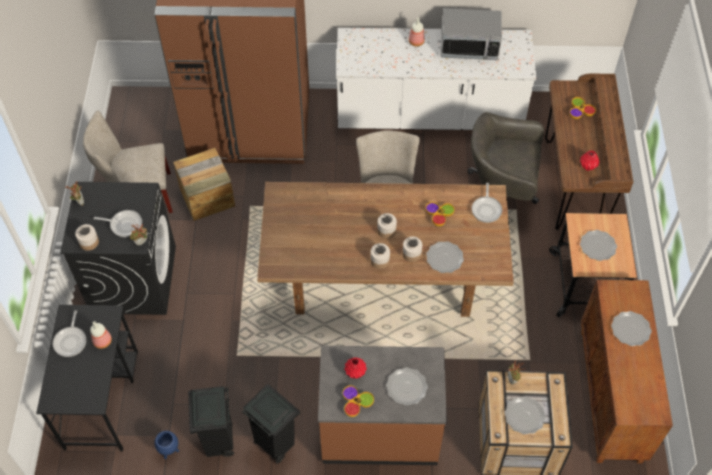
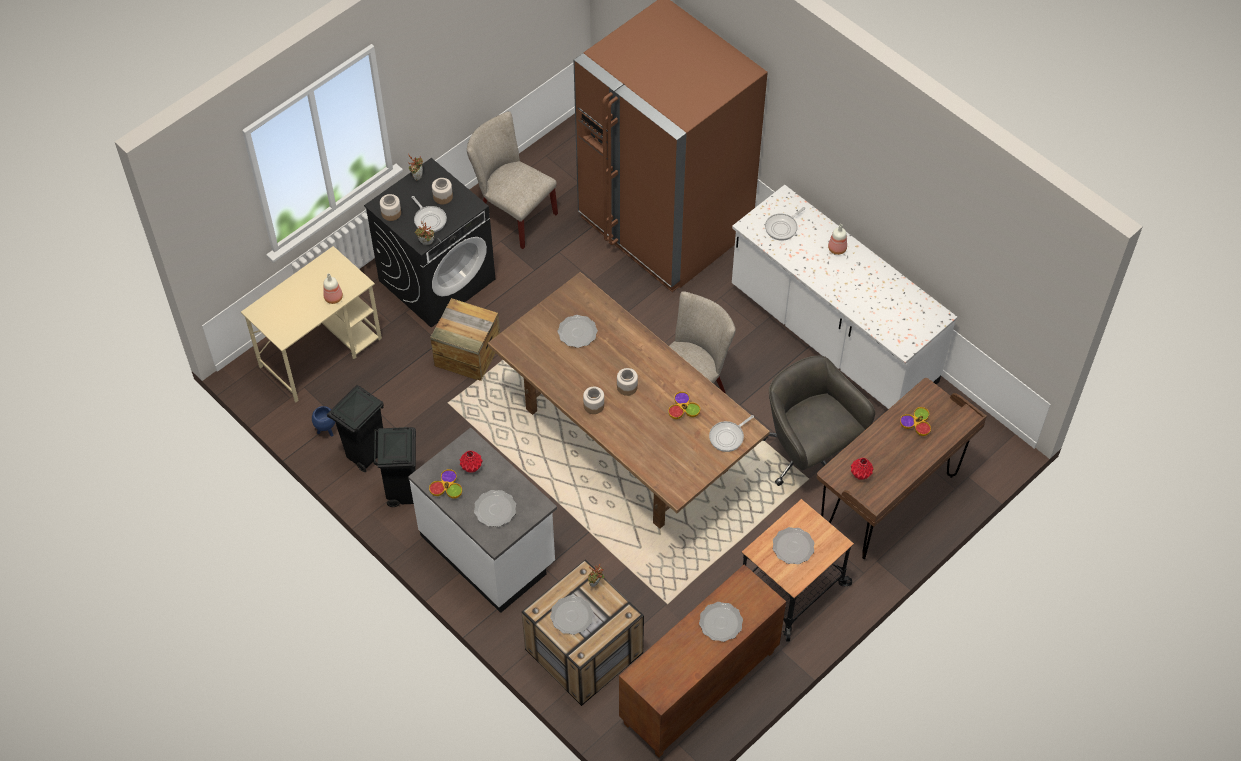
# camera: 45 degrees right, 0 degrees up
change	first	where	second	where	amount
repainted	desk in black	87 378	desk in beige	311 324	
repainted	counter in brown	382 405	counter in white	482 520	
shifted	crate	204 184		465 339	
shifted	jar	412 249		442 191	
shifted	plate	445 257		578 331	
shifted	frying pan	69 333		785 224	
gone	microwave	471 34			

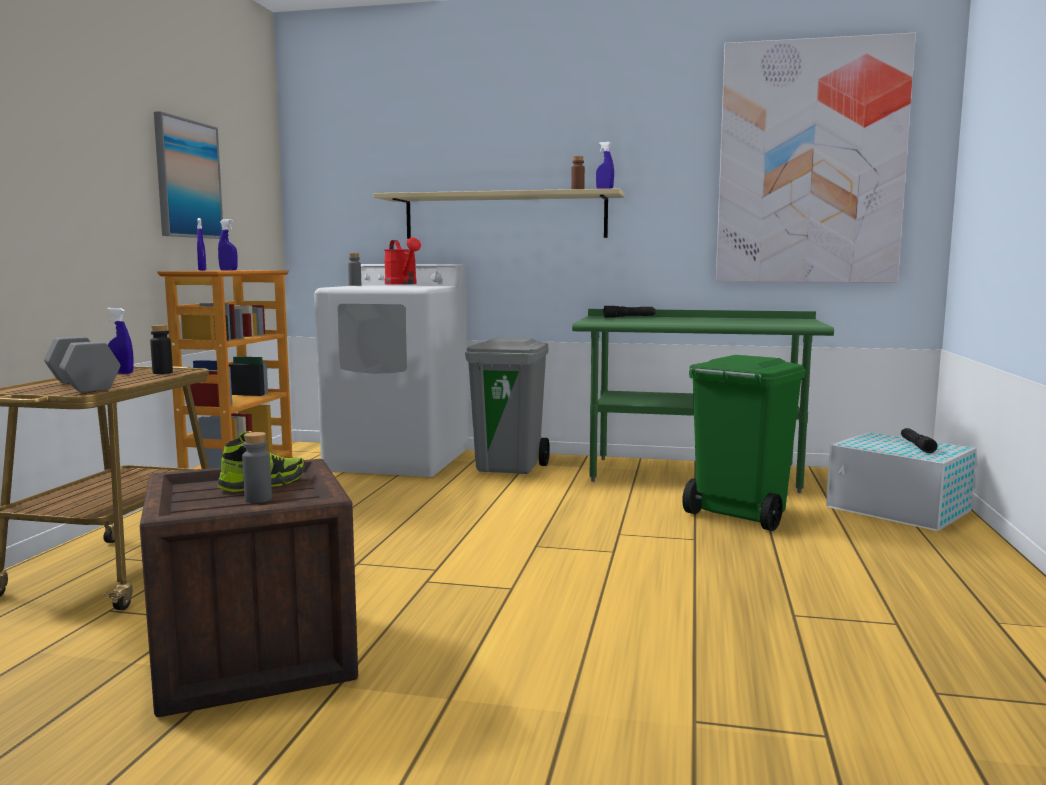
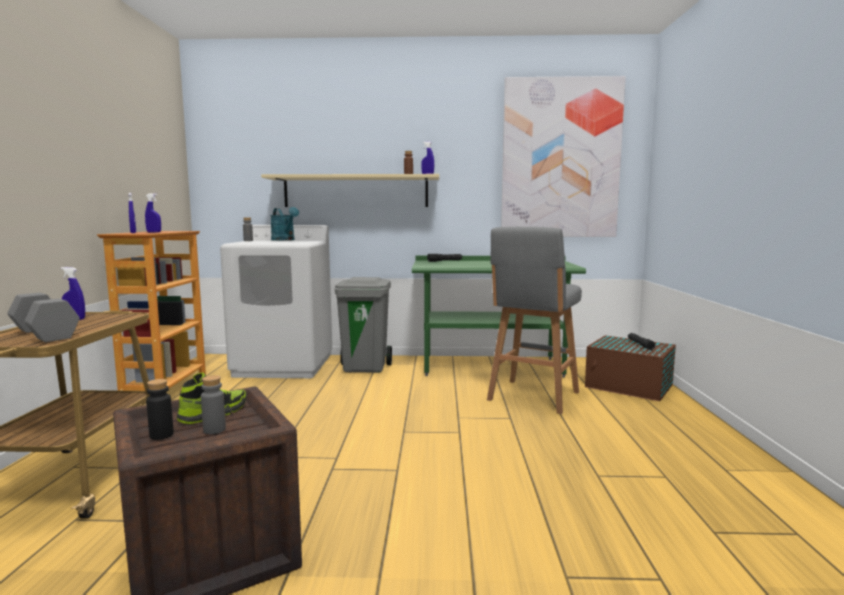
# camera: 10 degrees left, 0 degrees up
change	first	where	second	where	amount
shifted	bottle in black	161 349		160 409	
repainted	watering can in red	402 261	watering can in turquoise	284 223	
swapped	trash can in green	744 443	stool in grey	534 320	
repainted	storage box in white	901 481	storage box in brown	630 368	
gone	picture	188 175			

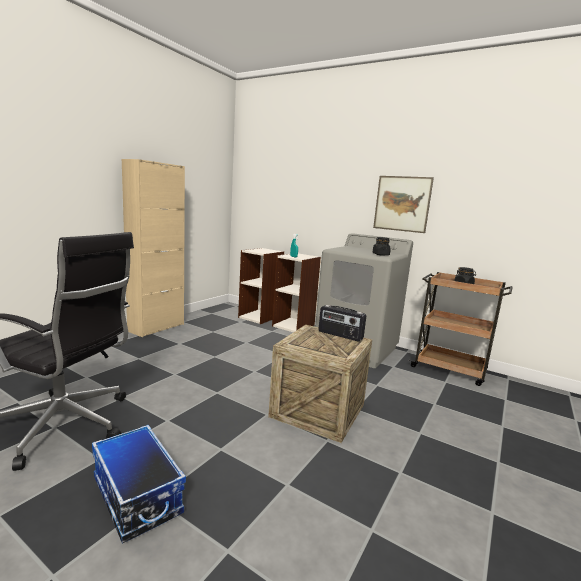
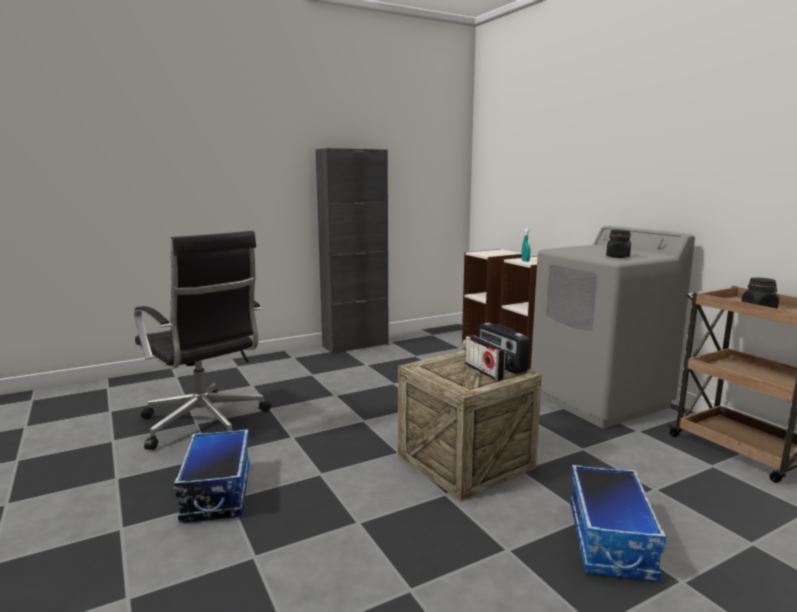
# camera: 30 degrees right, 0 degrees up
change	first	where	second	where	amount
repainted	cabinet in beige	153 248	cabinet in black	352 251	
new			radio	485 358	
new			storage box	618 523	
gone	picture	403 204			

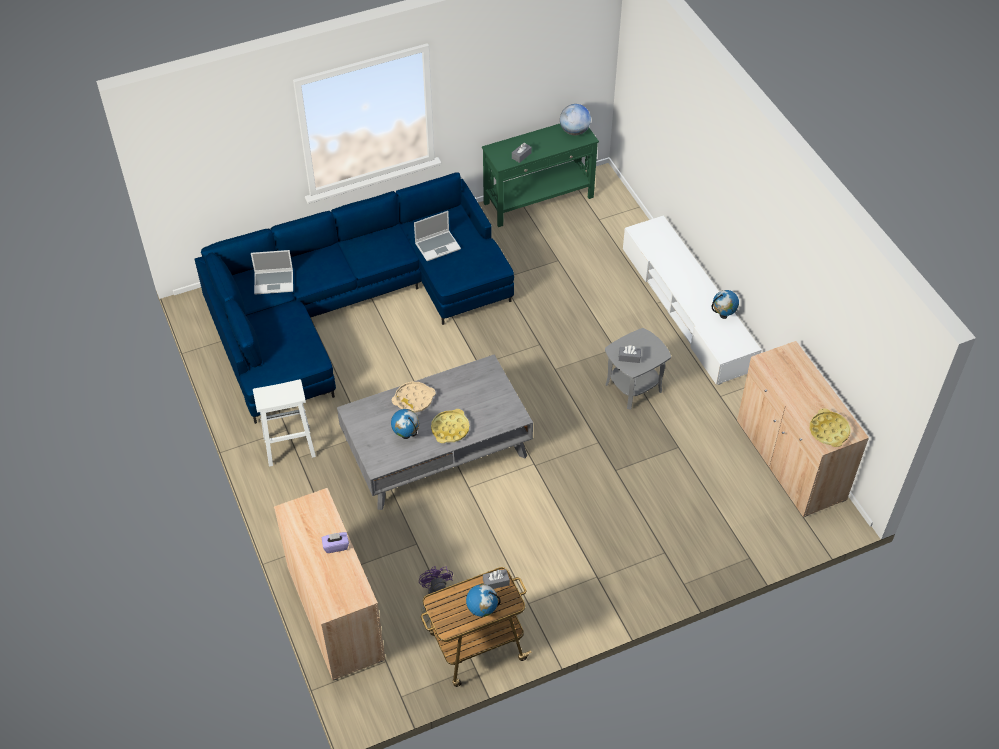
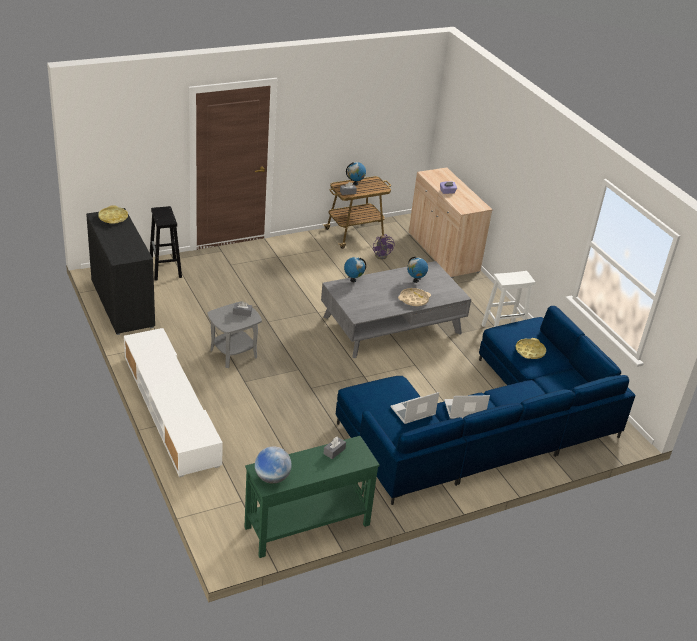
# camera: 175 degrees right, 15 degrees down
change	first	where	second	where	amount
repainted	cabinet in beige	803 429	cabinet in black	120 271	
new			stool in black	166 243	
shifted	globe	725 304		355 269	
shifted	laptop	272 272		467 407	
shifted	tray in yellow	450 426		531 348	

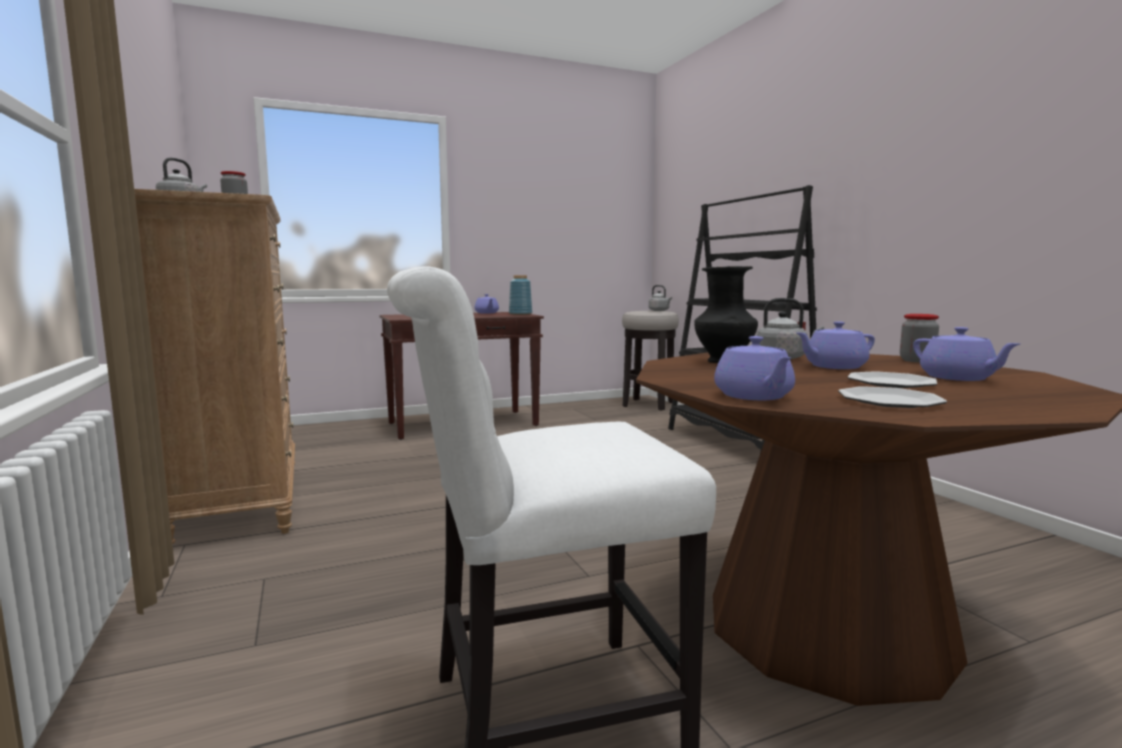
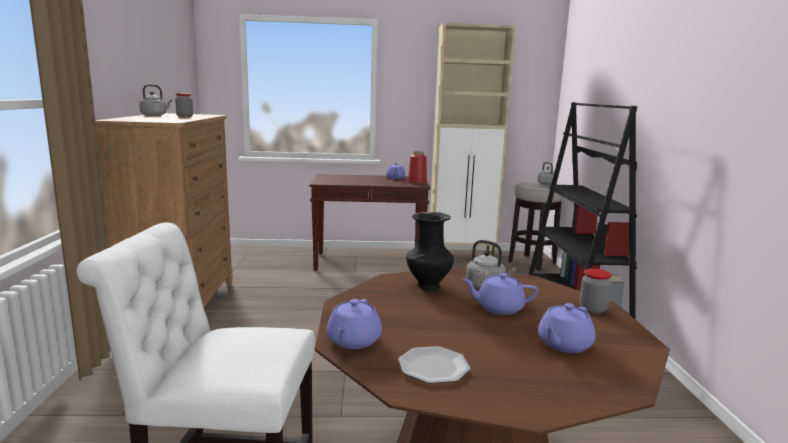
# camera: 20 degrees right, 5 degrees up
change	first	where	second	where	amount
repainted	vase in blue	520 295	vase in red	417 167	
new			cabinet in beige	473 140	
rotated	teapot in purple	966 354		567 328	45 degrees clockwise
gone	plate	892 379			

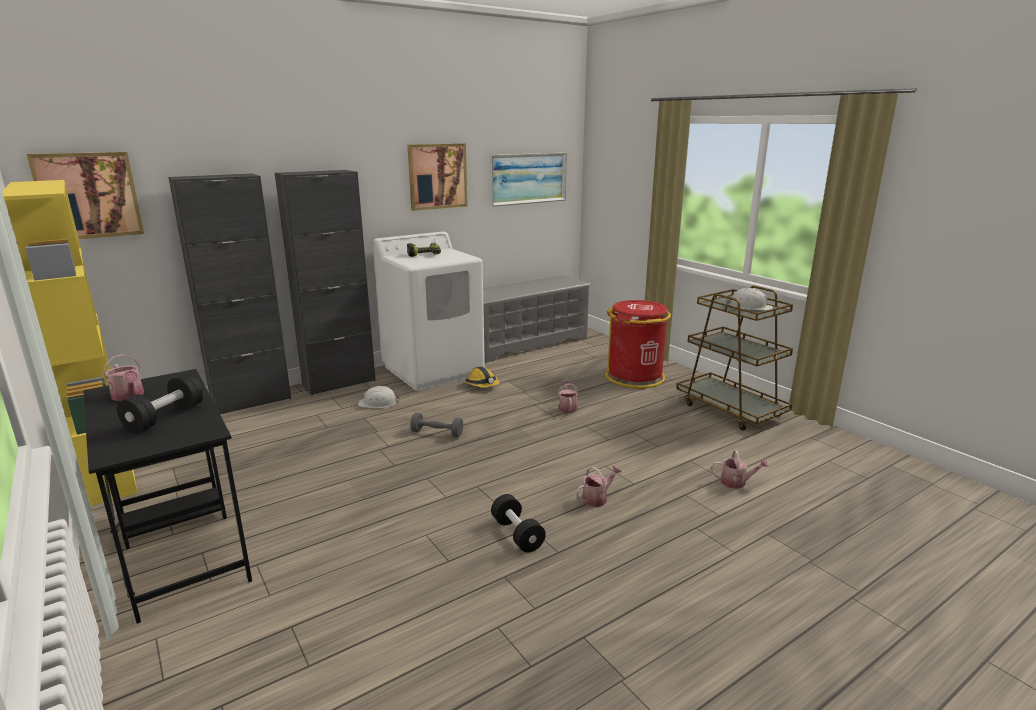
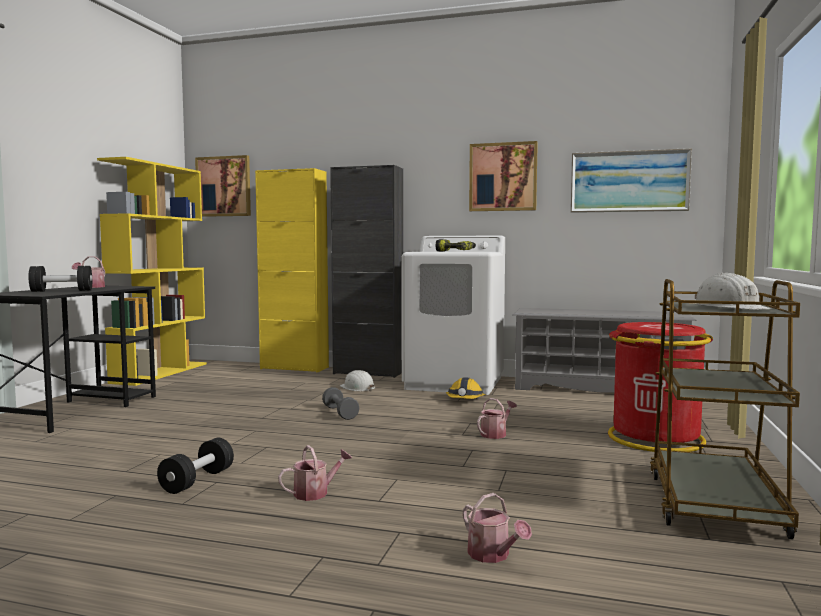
# camera: 50 degrees right, 15 degrees down
change	first	where	second	where	amount
repainted	cabinet in black	229 294	cabinet in yellow	292 270	
rotated	watering can	599 486		315 473	45 degrees counterclockwise

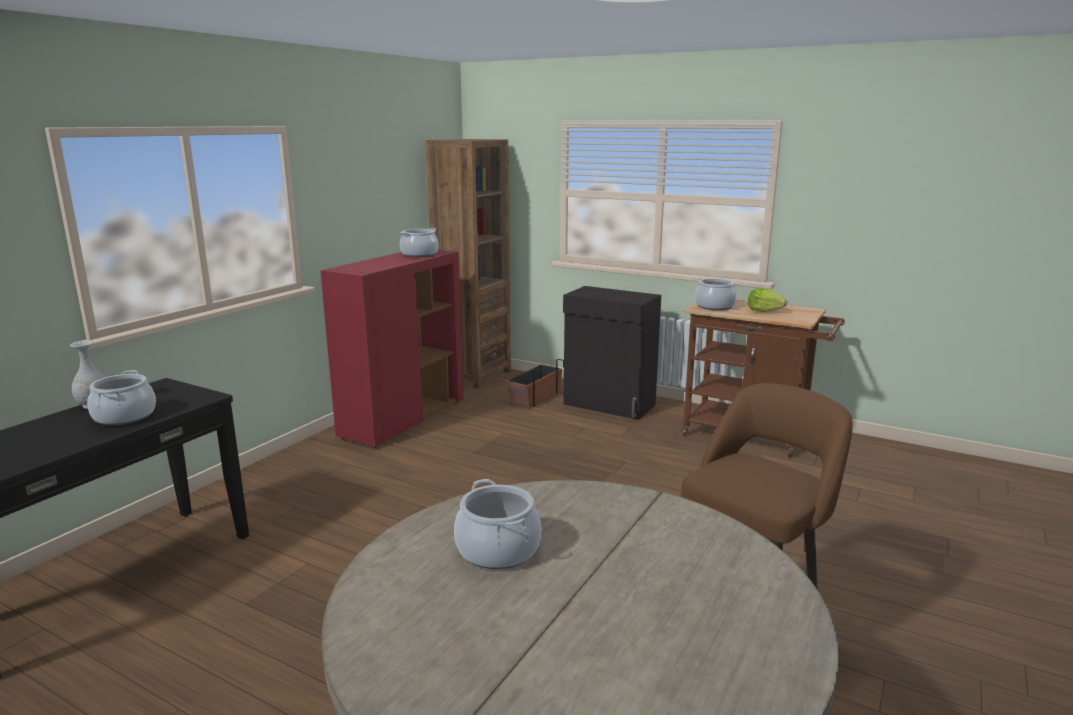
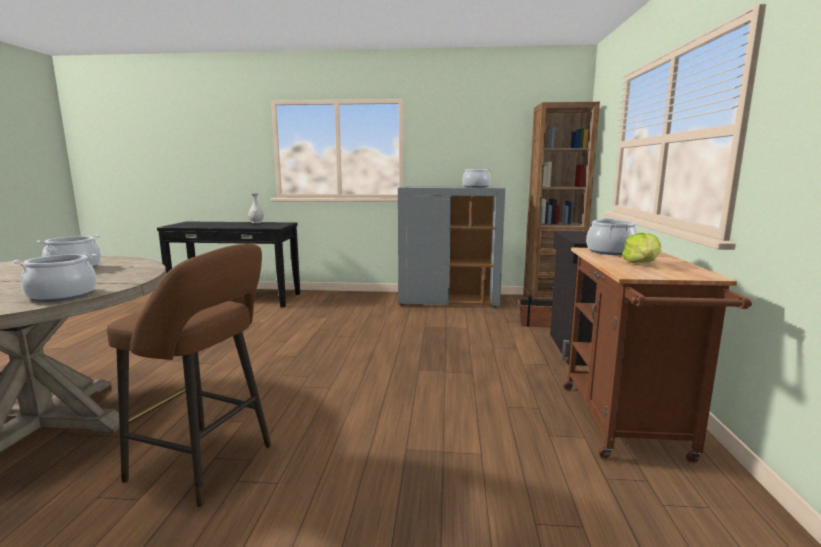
# camera: 65 degrees right, 5 degrees down
change	first	where	second	where	amount
shifted	cooking pot	121 398		55 278	
repainted	cabinet in red	392 349	cabinet in grey	451 247	

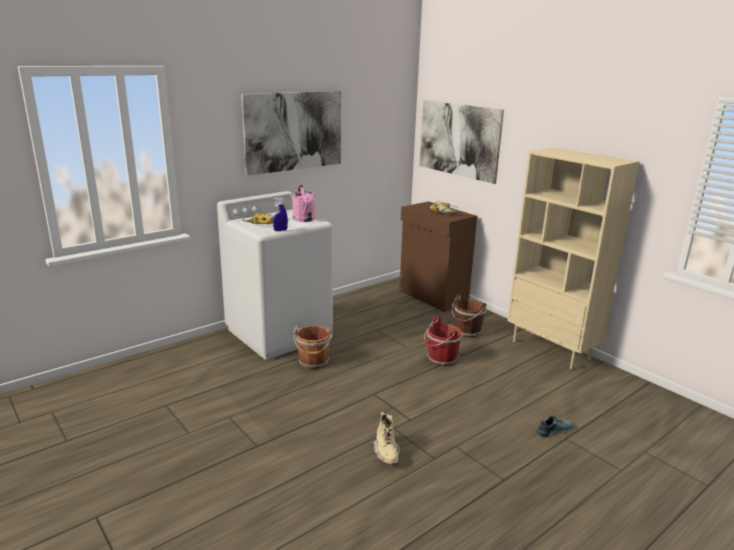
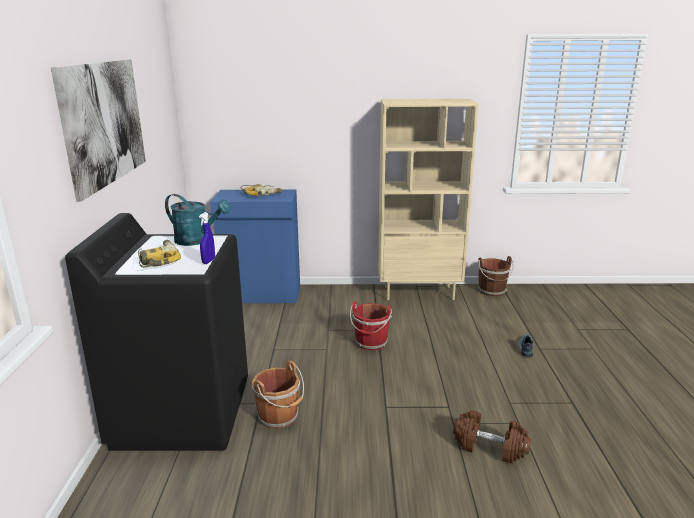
# camera: 50 degrees left, 0 degrees up
change	first	where	second	where	amount
repainted	washing machine in white	275 275	washing machine in black	156 332	
repainted	watering can in pink	303 203	watering can in turquoise	198 220	
repainted	cabinet in brown	437 256	cabinet in blue	255 246	
swapped	boot in beige	386 438	dumbbell in brown	492 436	
shifted	bucket in brown	468 315		496 276	
gone	picture	462 142			

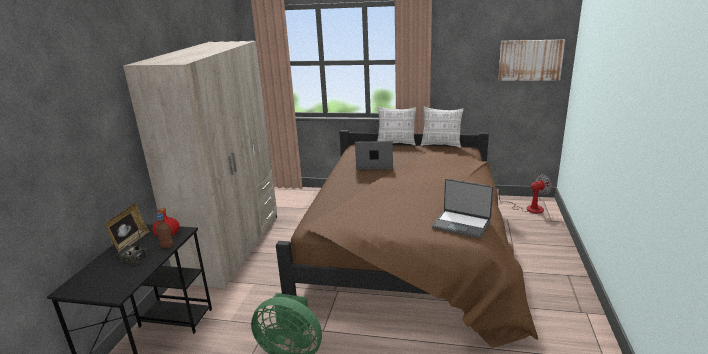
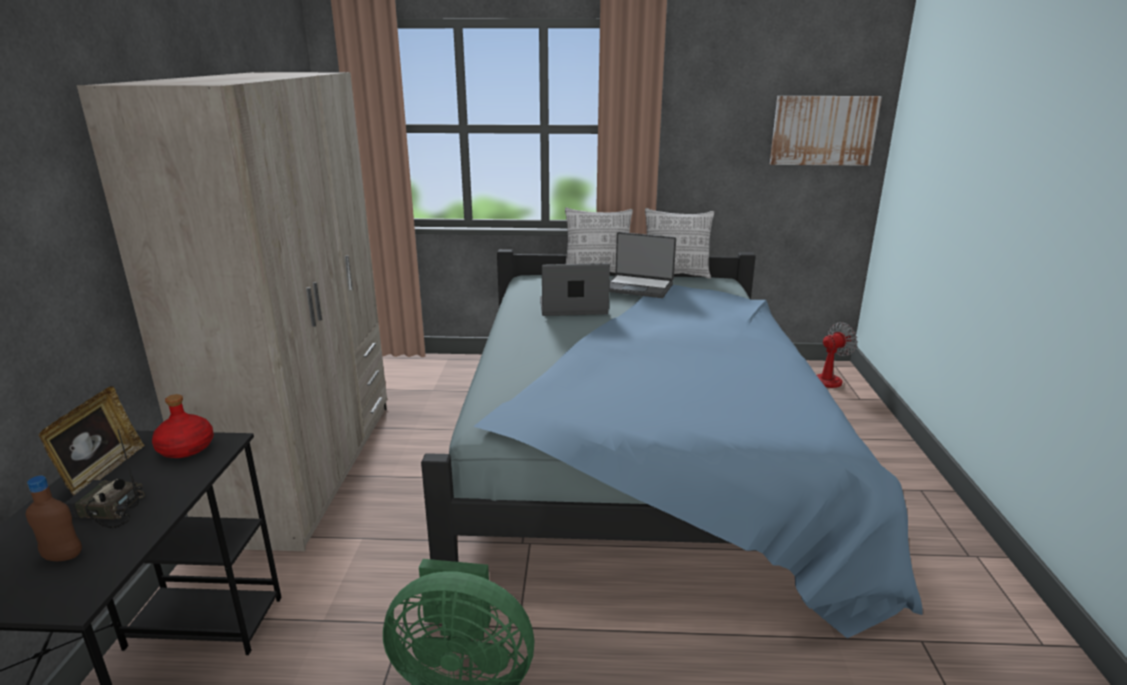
# camera: 10 degrees left, 0 degrees up
change	first	where	second	where	amount
shifted	bottle in brown	164 231		54 518	
repainted	bed in brown	407 239	bed in blue	672 443	
shifted	laptop	463 209		642 265	

